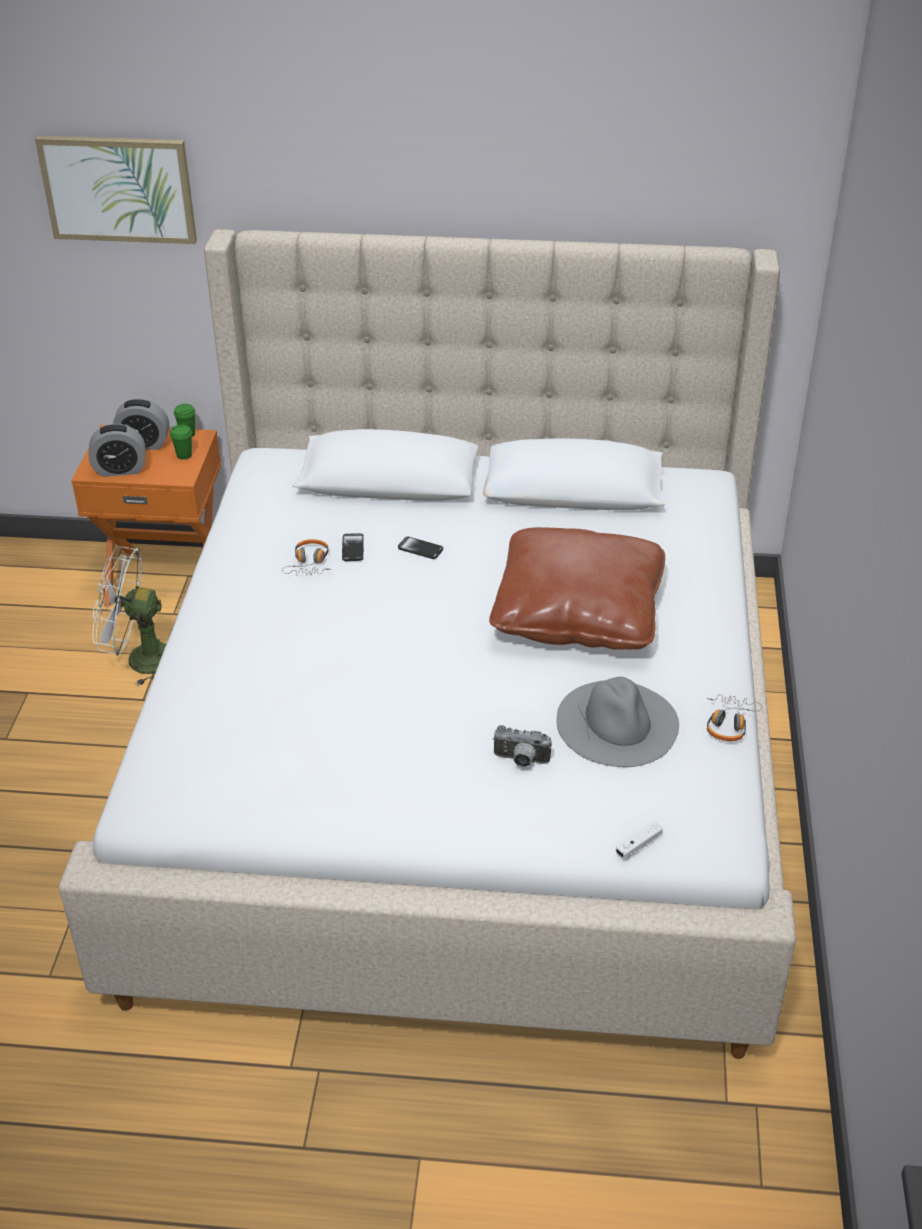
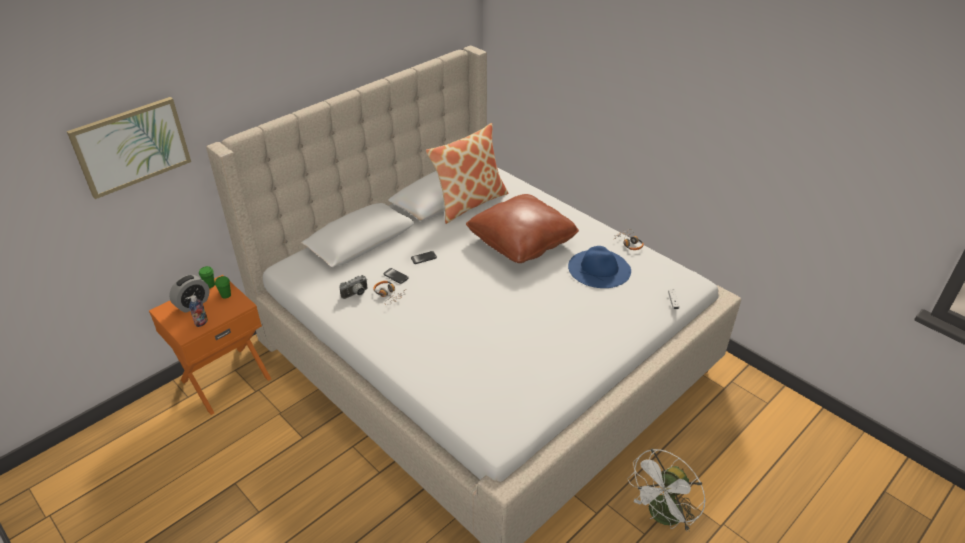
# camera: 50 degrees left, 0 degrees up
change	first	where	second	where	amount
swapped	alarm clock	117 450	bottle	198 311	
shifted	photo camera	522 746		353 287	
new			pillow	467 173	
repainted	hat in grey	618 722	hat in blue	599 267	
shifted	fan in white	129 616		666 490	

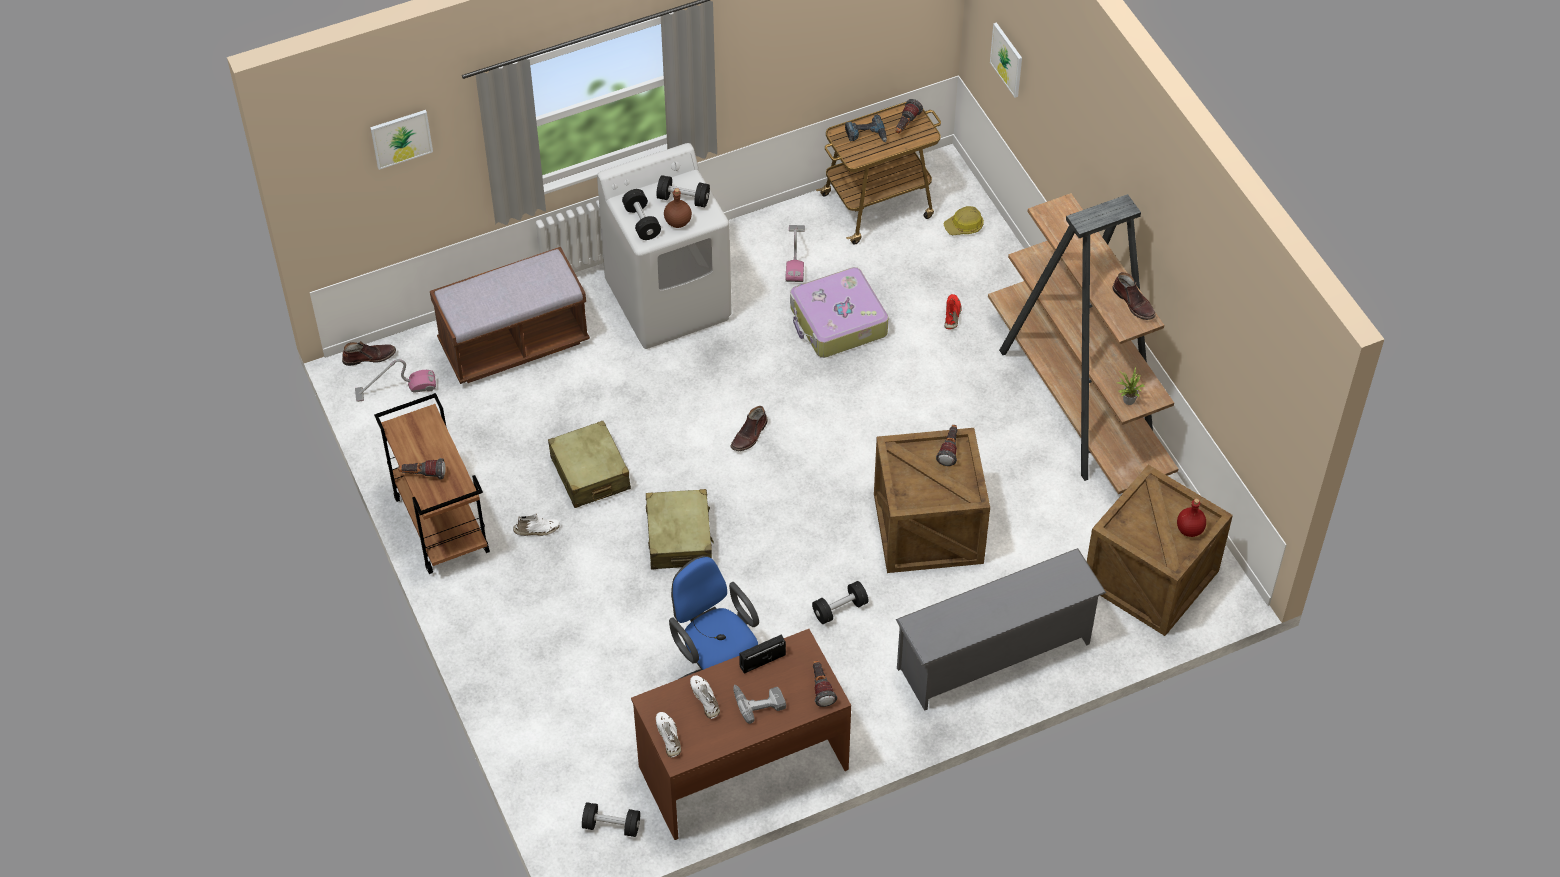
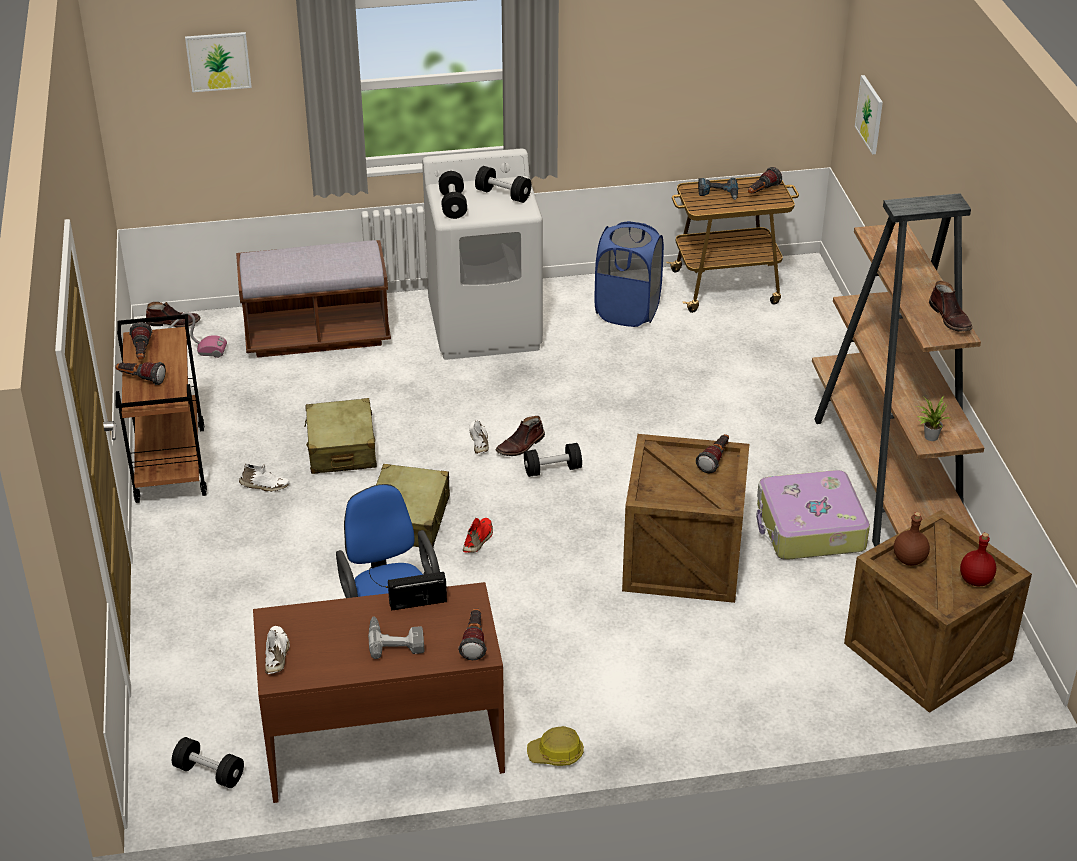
# camera: 15 degrees right, 15 degrees down
change	first	where	second	where	amount
new			flashlight	140 341	
shifted	shoe in red	953 311		478 535	
shifted	shoe in white	705 697		479 437	
shifted	dumbbell in black	840 602		553 460	
shifted	hard hat	964 220		555 746	
swapped	vacuum cleaner	795 253	laundry basket in blue	629 274	
shifted	suitcase	839 312		813 515	
shifted	bottle in brown	678 208		912 539	
gone	shoe rack in grey	1001 629			

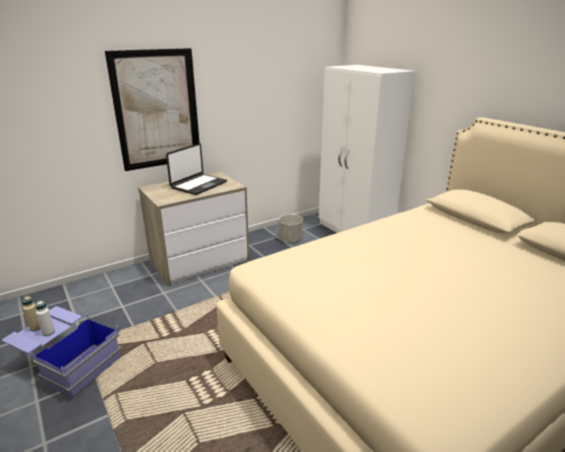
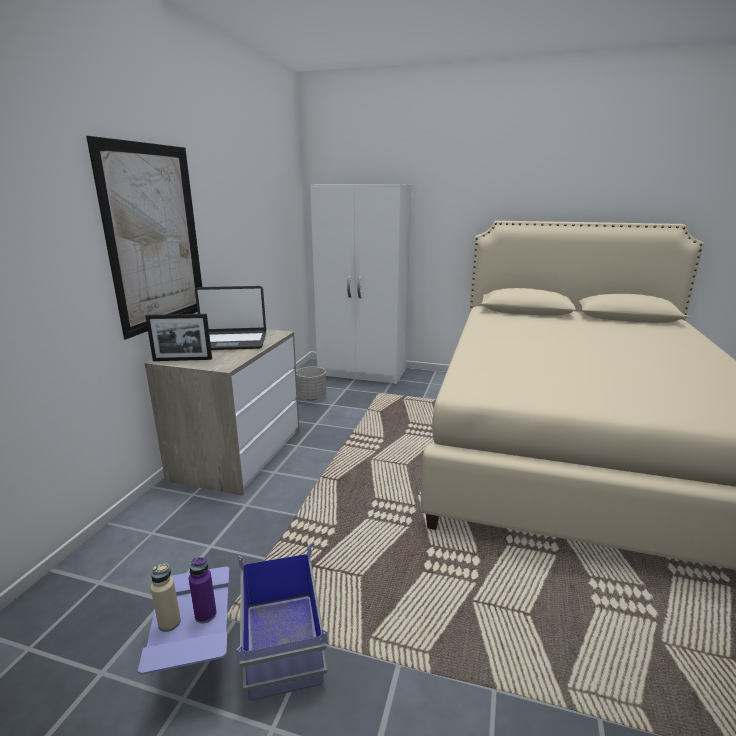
# camera: 40 degrees left, 5 degrees down
change	first	where	second	where	amount
new			picture frame	178 337	
repainted	bottle in white	45 318	bottle in purple	203 590	
rotated	laptop	196 169		230 318	90 degrees clockwise

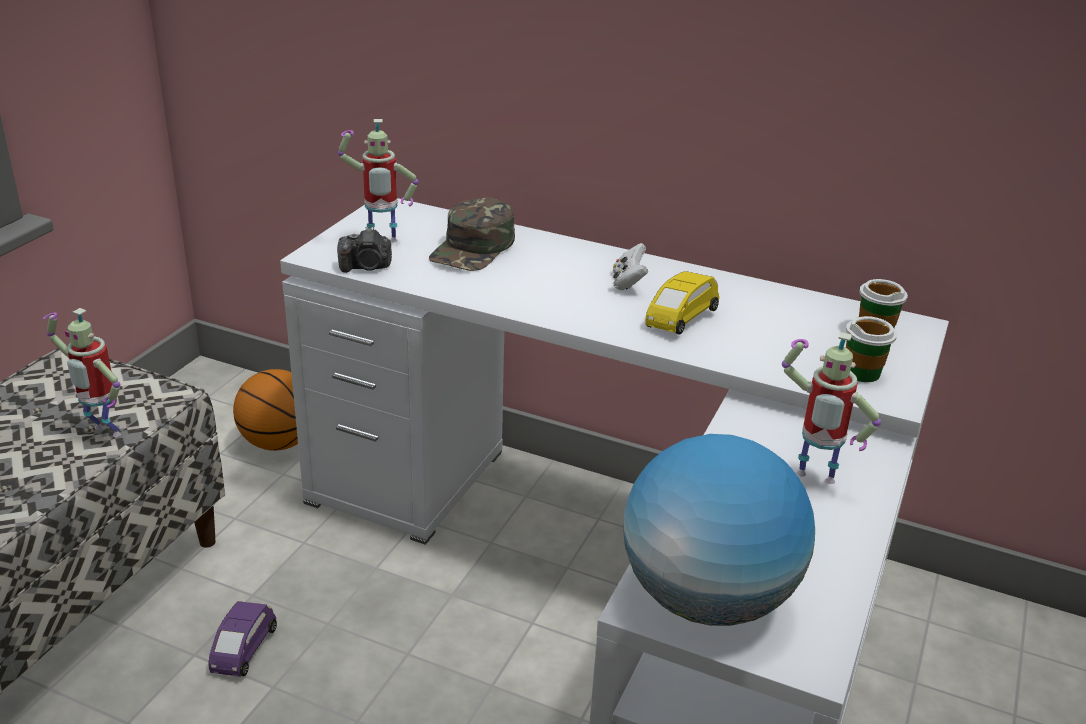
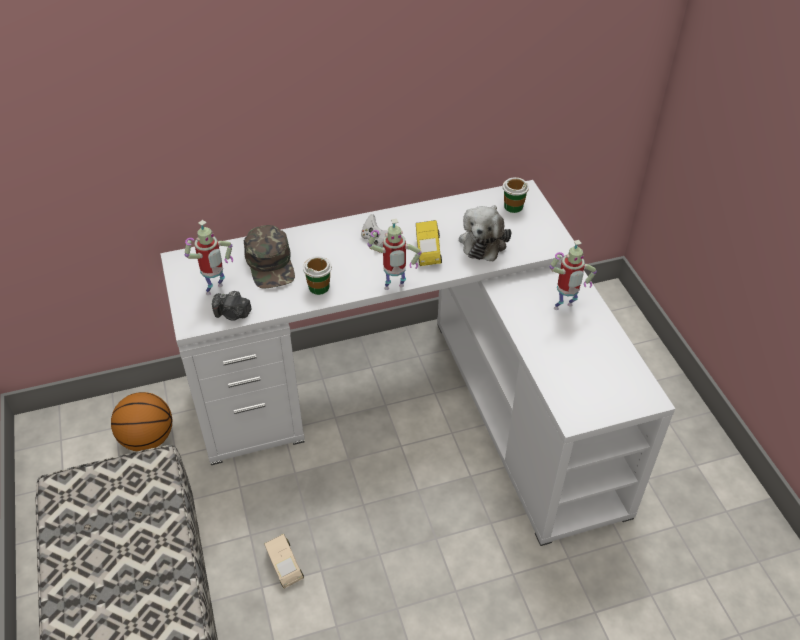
# camera: 40 degrees left, 15 degrees up
change	first	where	second	where	amount
rotated	photo camera	364 250		231 306	60 degrees clockwise
repainted	toy car in purple	242 639	toy car in beige	284 561	
shifted	cup	871 349		317 275	
shifted	toy robot	82 372		394 254	
new			plush toy	485 233	
gone	globe	719 530			

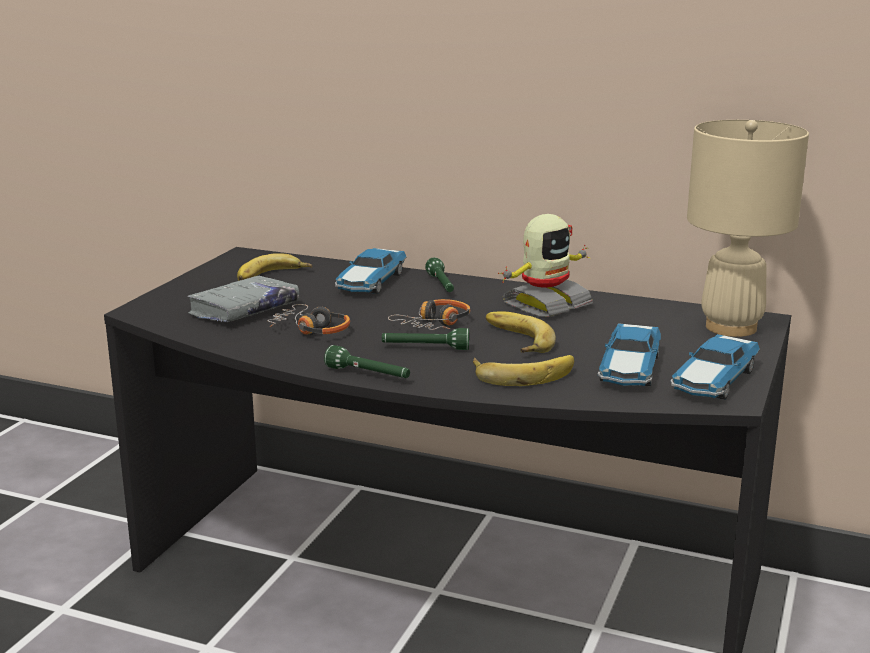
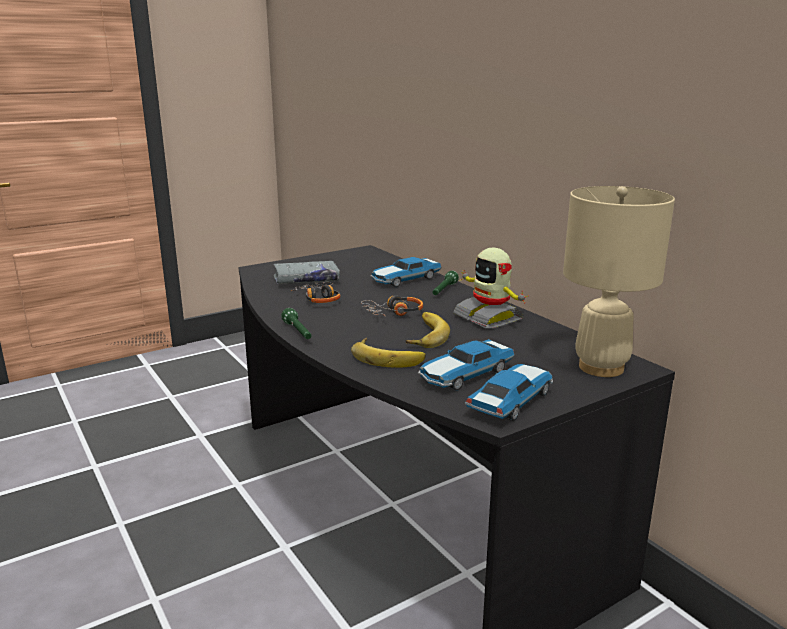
# camera: 35 degrees right, 0 degrees up
change	first	where	second	where	amount
rotated	toy robot	545 265		491 288	60 degrees clockwise
rotated	toy car	715 367		509 392	150 degrees clockwise
gone	banana	274 267			
gone	flashlight in green	425 339			

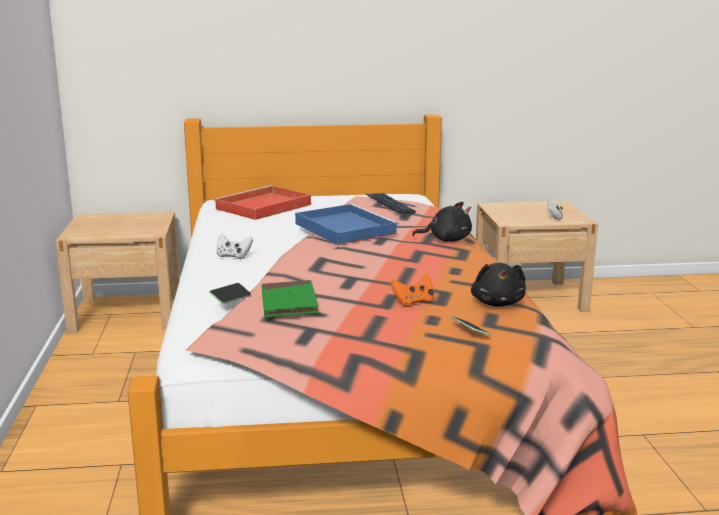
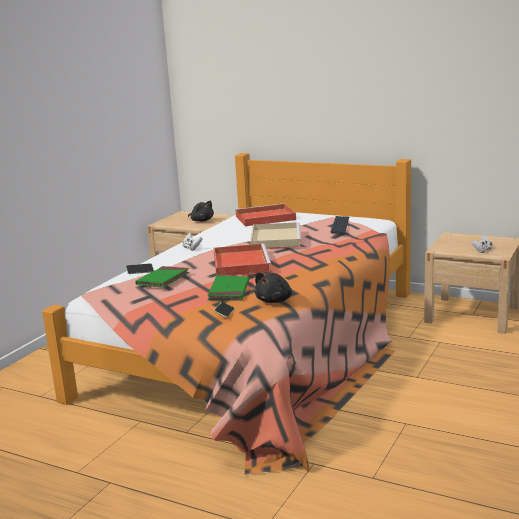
# camera: 35 degrees right, 0 degrees up
change	first	where	second	where	amount
shifted	plush toy in black	442 221		201 211	
swapped	game controller in orange	412 290	book in green	228 288	
new			tray in red	242 260	
repainted	tray in blue	347 224	tray in beige	275 235	

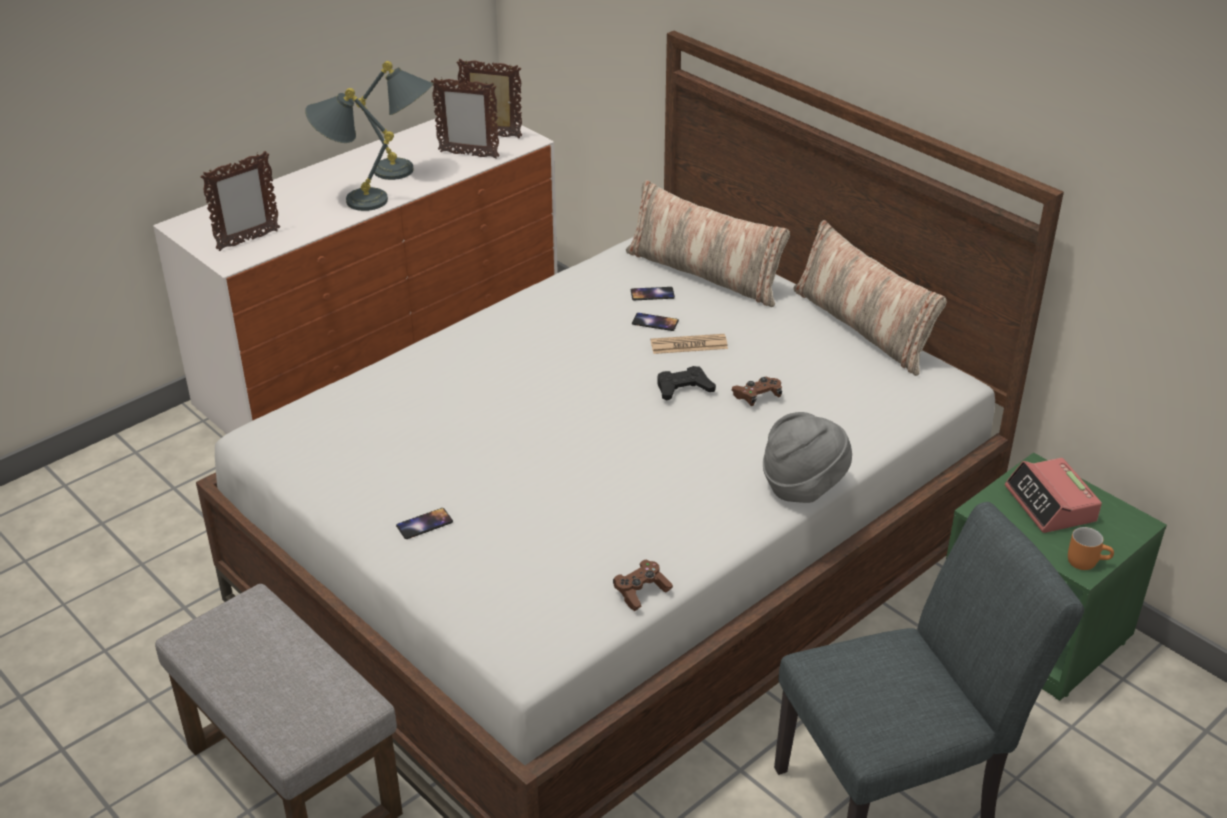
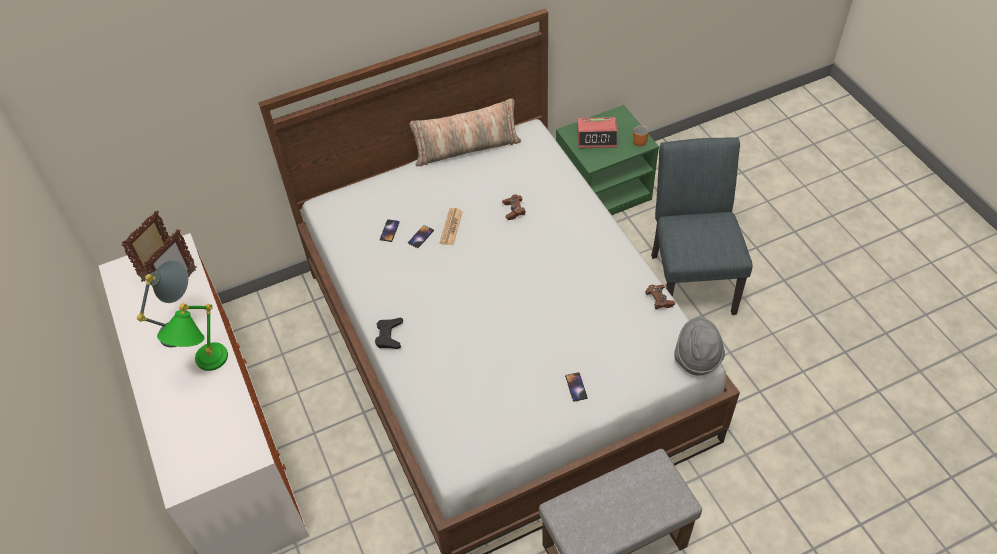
# camera: 70 degrees left, 15 degrees up
change	first	where	second	where	amount
repainted	table lamp in grey	349 149	table lamp in green	192 337	
shifted	game controller in black	686 383		389 333	
shifted	hat in grey	807 457		699 347	
gone	picture frame	240 201			
gone	pillow	708 243			

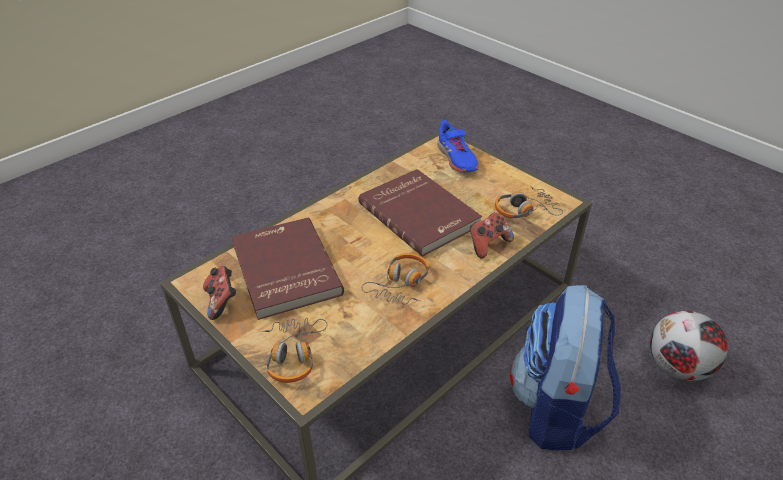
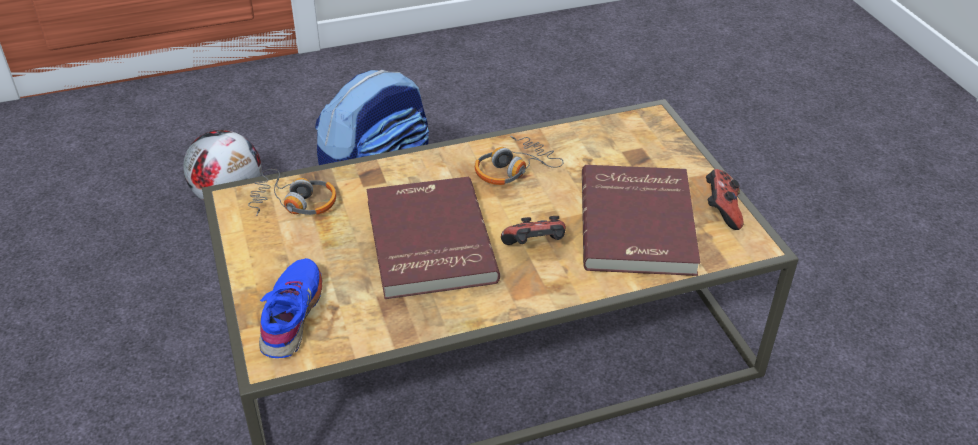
# camera: 155 degrees left, 0 degrees up
change	first	where	second	where	amount
shifted	game controller	492 235		533 230	
gone	headphones	294 350			

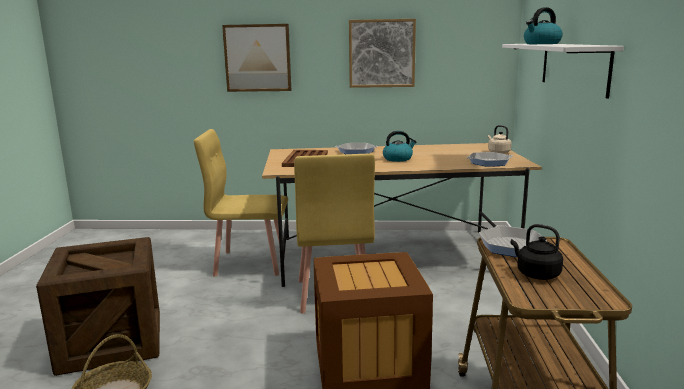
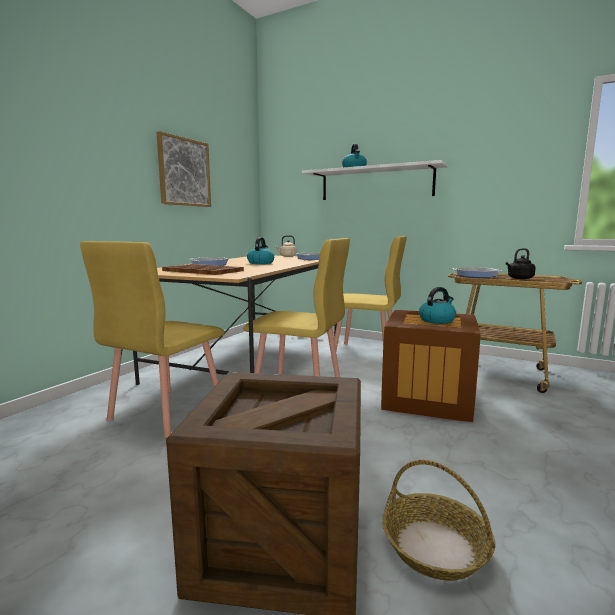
# camera: 65 degrees left, 5 degrees down
change	first	where	second	where	amount
new			chair in yellow	369 297	
new			kettle	437 305	
gone	picture	256 58			

